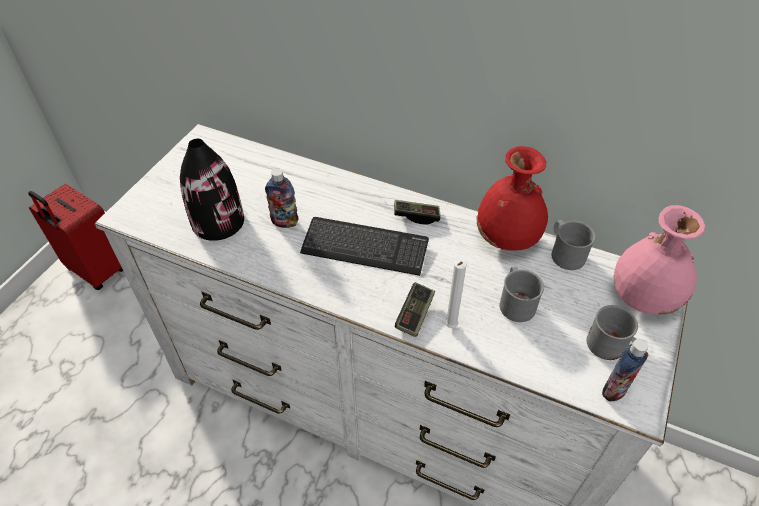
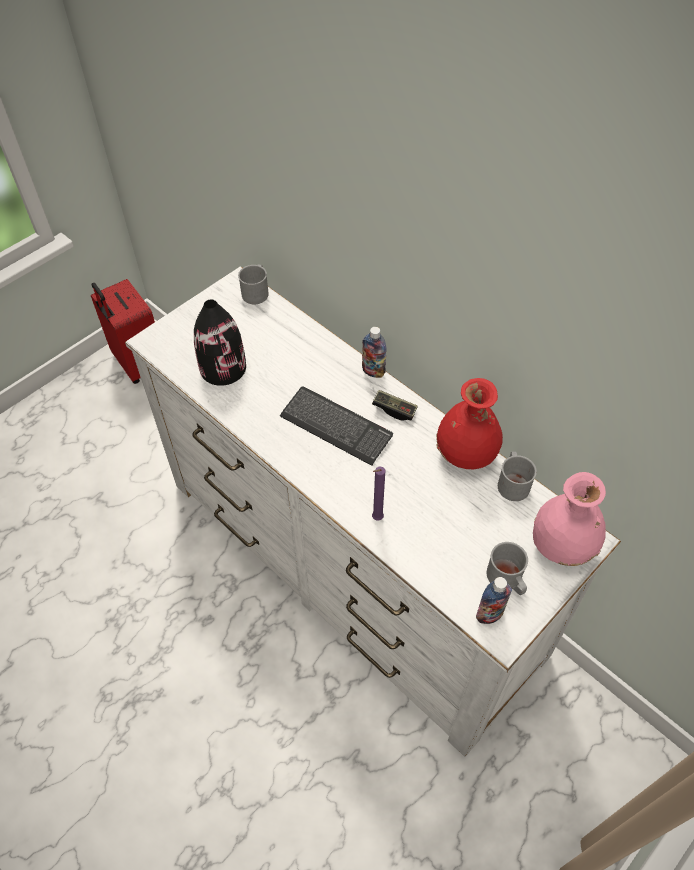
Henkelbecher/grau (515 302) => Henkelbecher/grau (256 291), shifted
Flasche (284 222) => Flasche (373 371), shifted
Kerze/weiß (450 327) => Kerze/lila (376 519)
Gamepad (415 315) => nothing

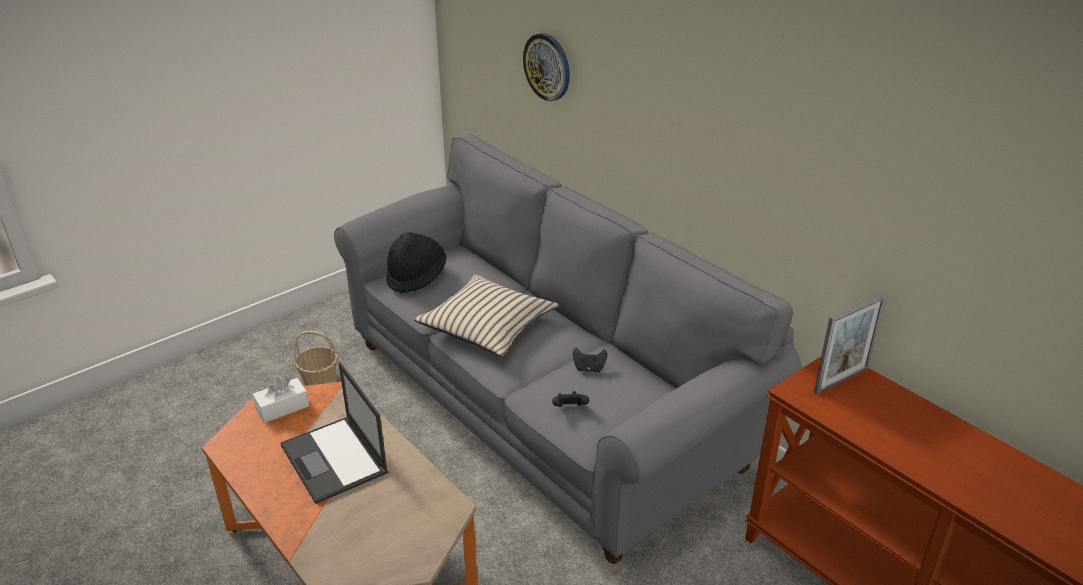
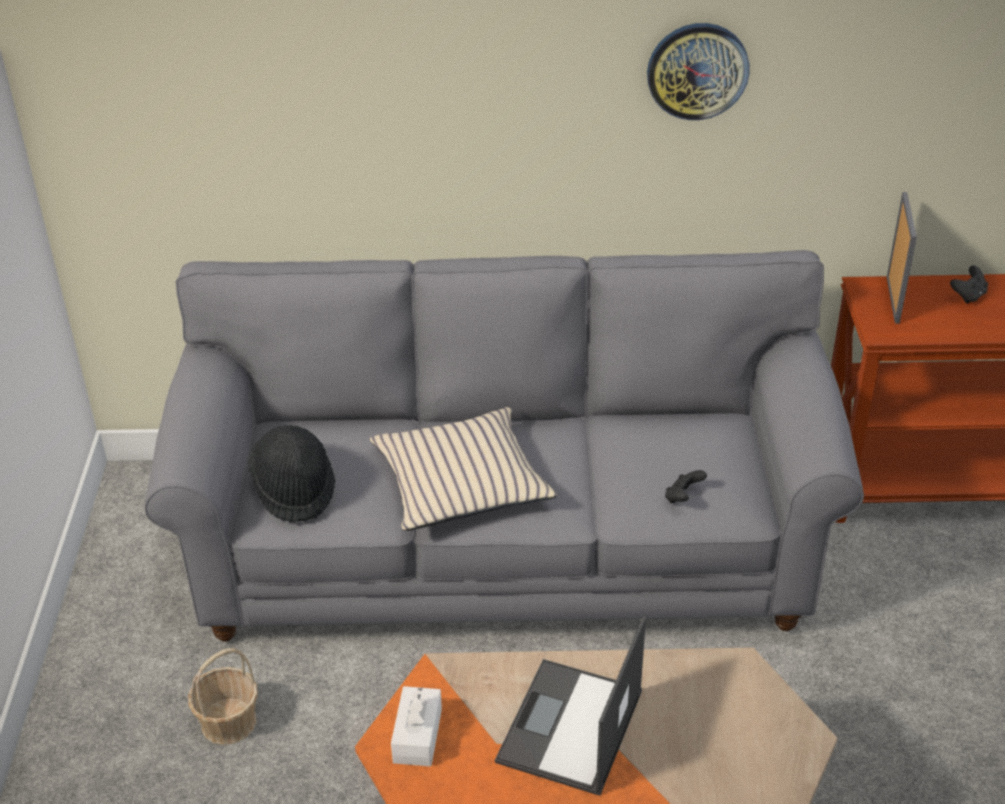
Laptop (335 460) => Laptop (570 728), 105 degrees clockwise
Wanduhr (547 67) => Wanduhr (697 70), shifted
Gamepad/schwarz (589 368) => Gamepad/schwarz (968 296), shifted

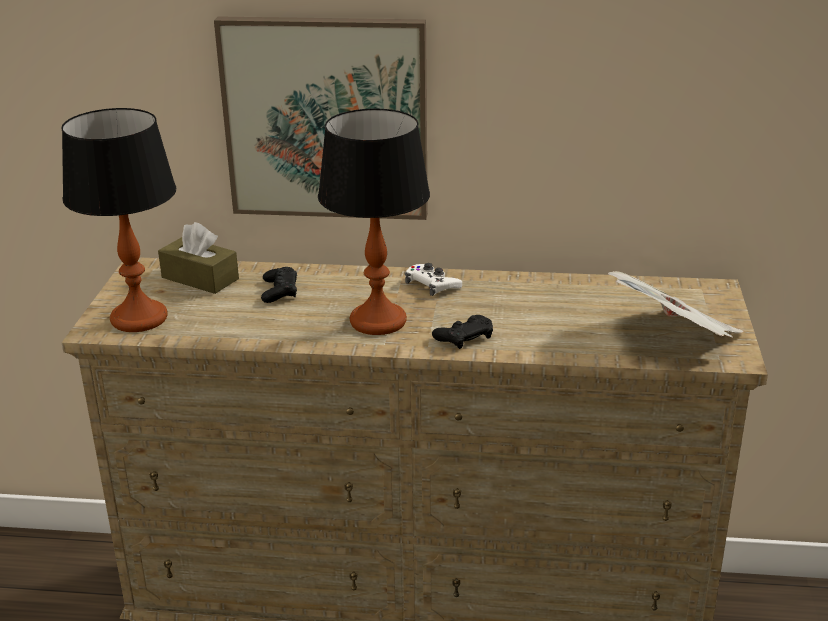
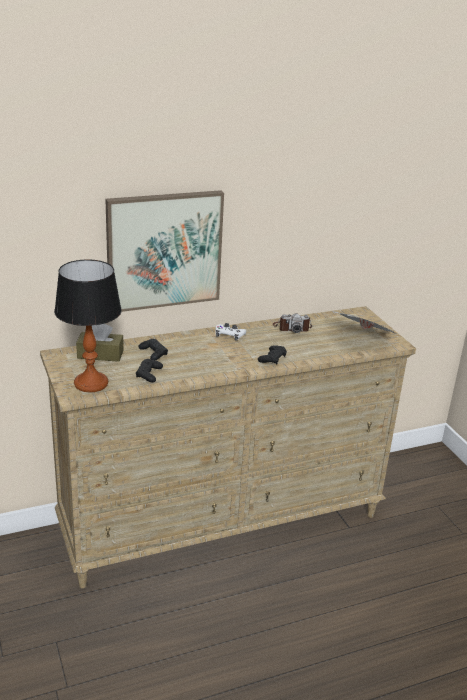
nothing => Gamepad/schwarz (149 374)
nothing => Kamera (292 328)
Tischlampe (378 321) => nothing

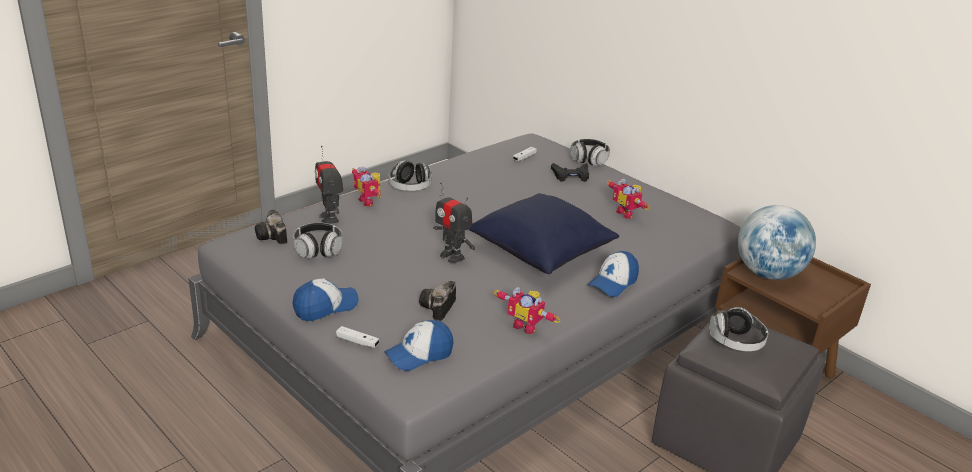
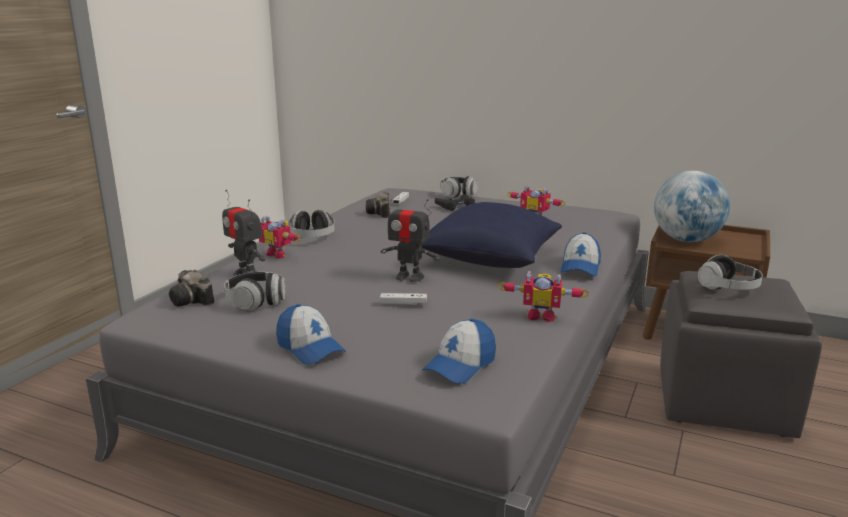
Kappe (325 307) => Kappe (310 348), 105 degrees clockwise
Kamera (438 309) => Kamera (380 213), shifted
Gamepad/weiß (357 342) => Gamepad/weiß (403 304), shifted

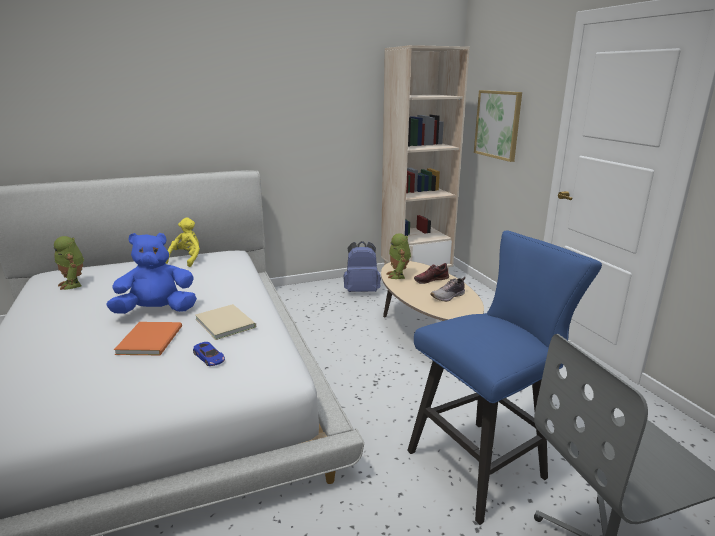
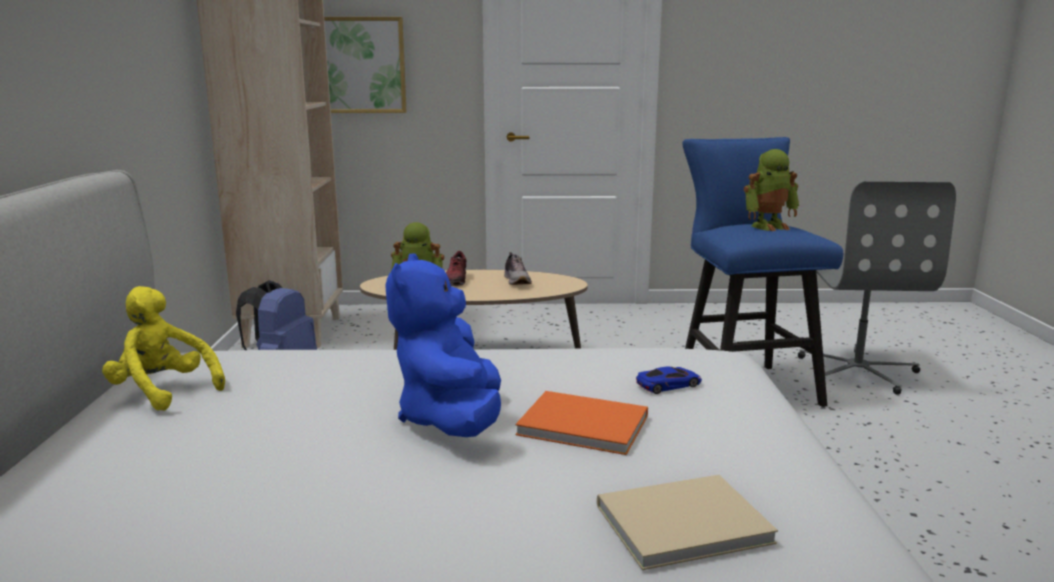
Buch/beige (226 322) => Buch/beige (676 522), shifted
Spielzeugroboter (74 284) => Spielzeugroboter (768 226), shifted

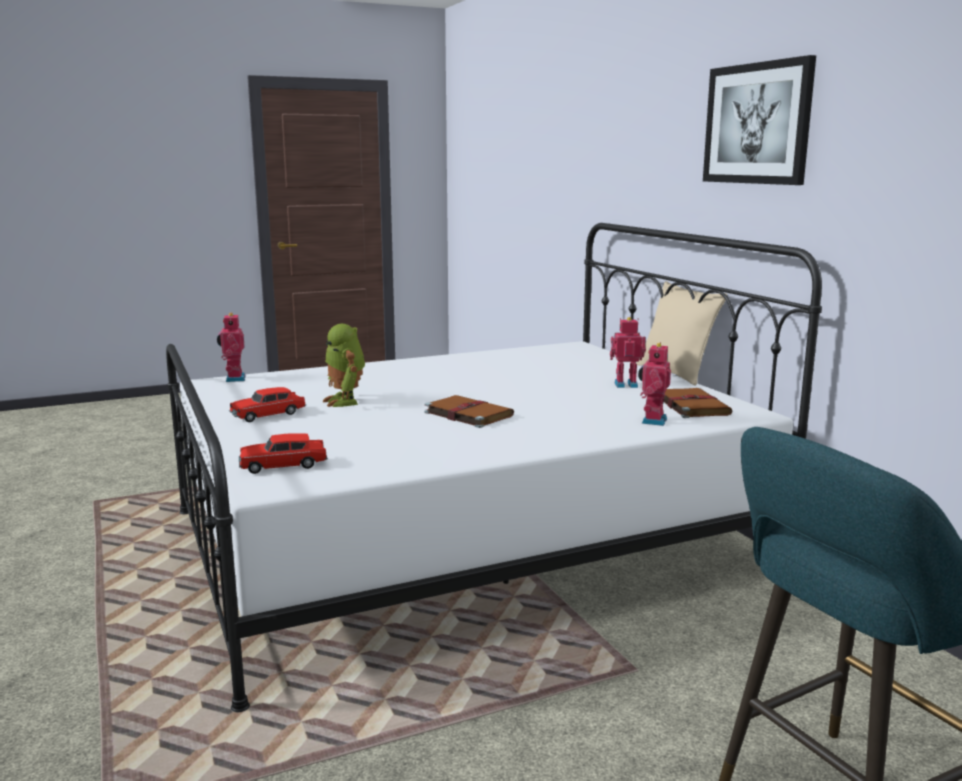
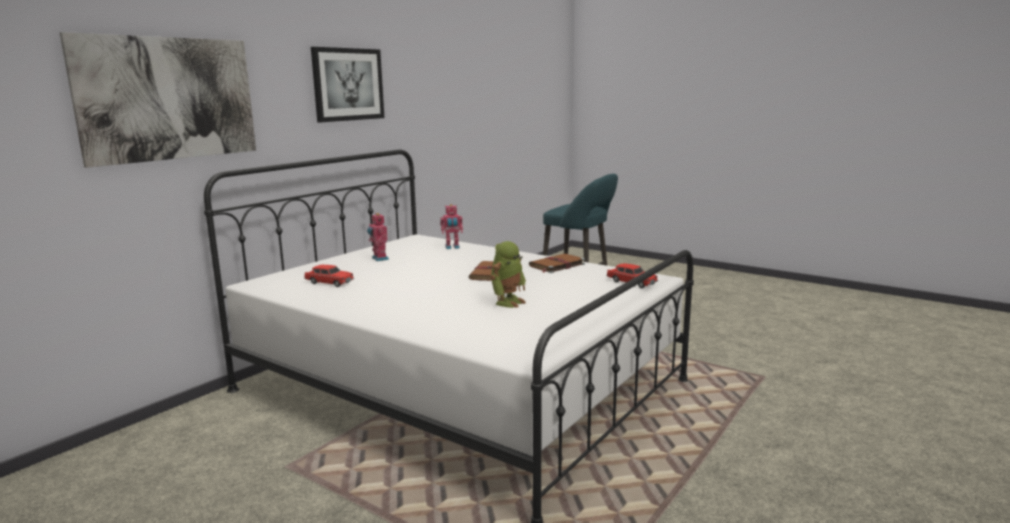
nothing => Bild (169 99)
Spielzeugauto/rot (268 415) => Spielzeugauto/rot (329 283), shifted
Buch/braun (691 405) => Buch/braun (556 265), shifted
Spielzeugroboter (233 379) => nothing
Kissen/beige (675 373) => nothing

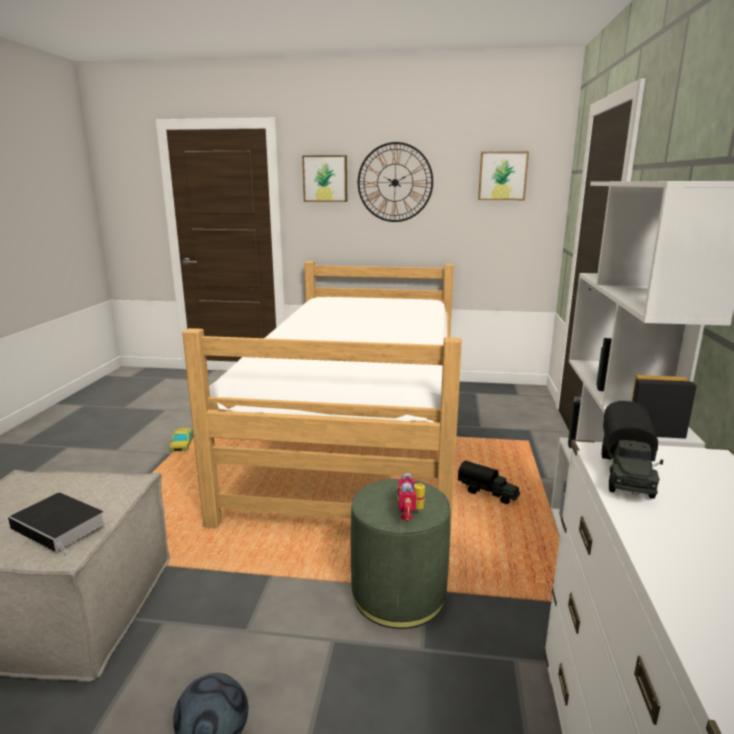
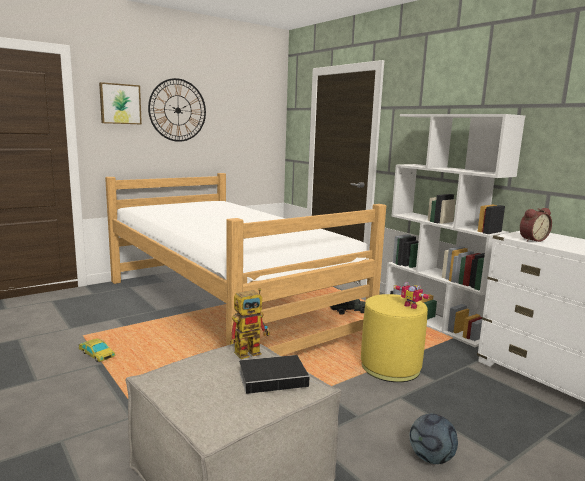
nothing => Spielzeugroboter (251 351)
Polsterhocker/grün (398 594) => Polsterhocker/gelb (390 367)
Spielzeuglaster (626 473) => Wecker (531 239)
Bild (502 176) => nothing

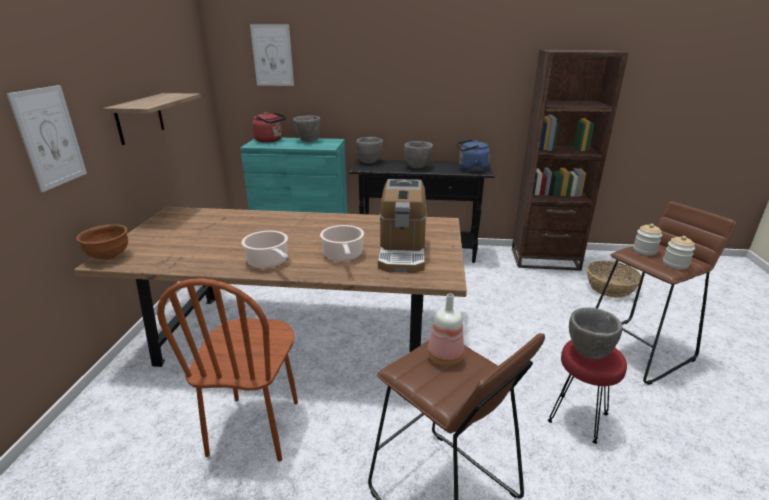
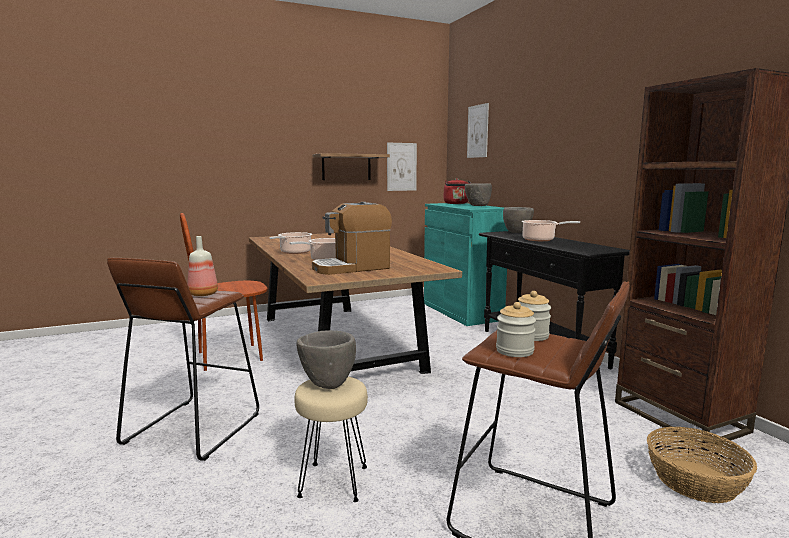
Hocker/rot (578 418) => Hocker/beige (333 482)
Bild (50 137) => Bild (401 167), shifted
Schüssel/grau (417 167) => Kochtopf (540 240)
Schüssel/braun (108 257) => nothing
Wasserkessel/blau (471 169) => nothing

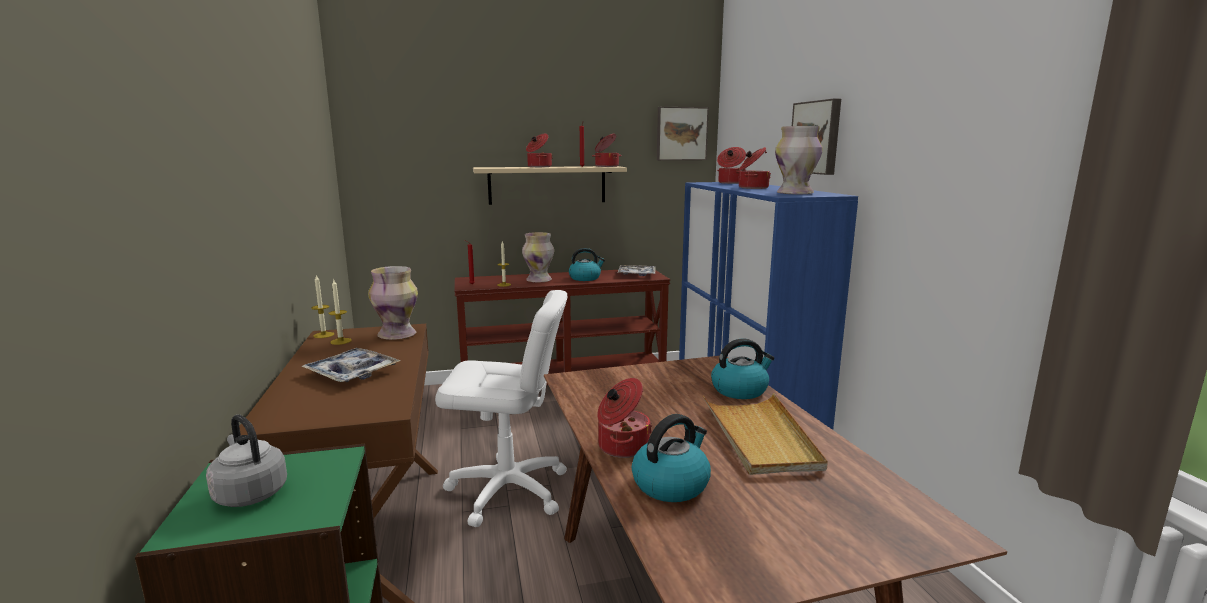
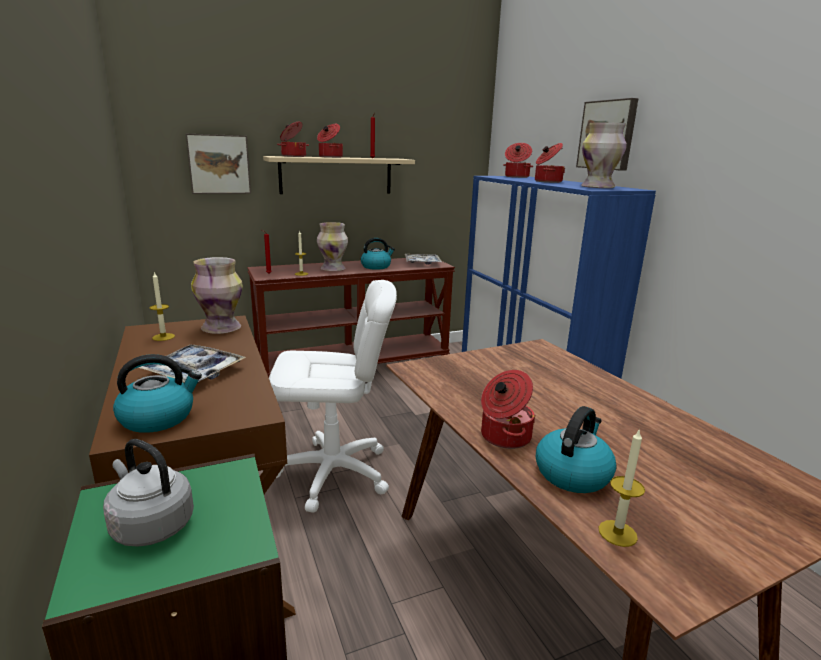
Wasserkessel (740 390) => Wasserkessel (158 417), shifted
Bild (681 134) => Bild (219 164), shifted
Kochtopf (606 166) => Kochtopf (293 156), shifted
Kerze (323 335) => Kerze (617 533), shifted
Tablett/beige (760 437) => nothing

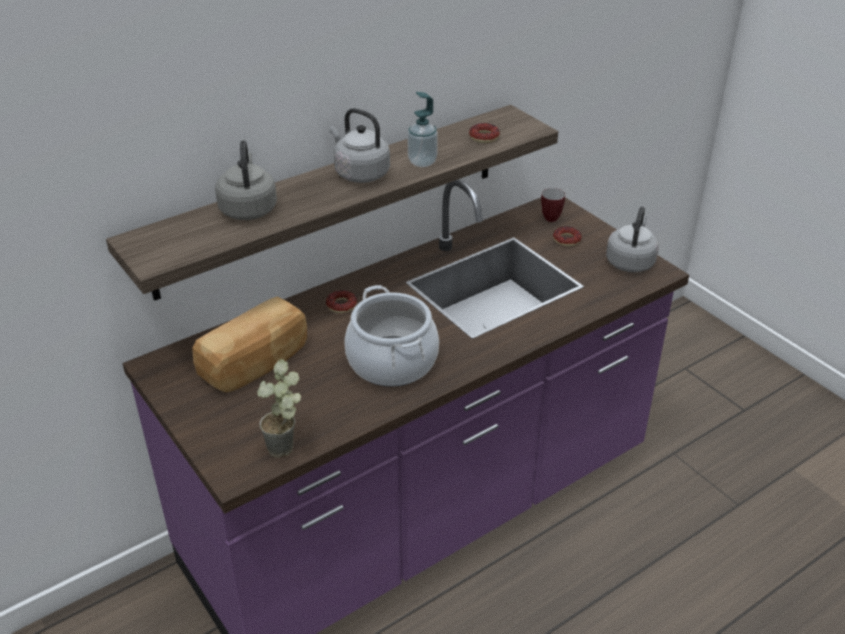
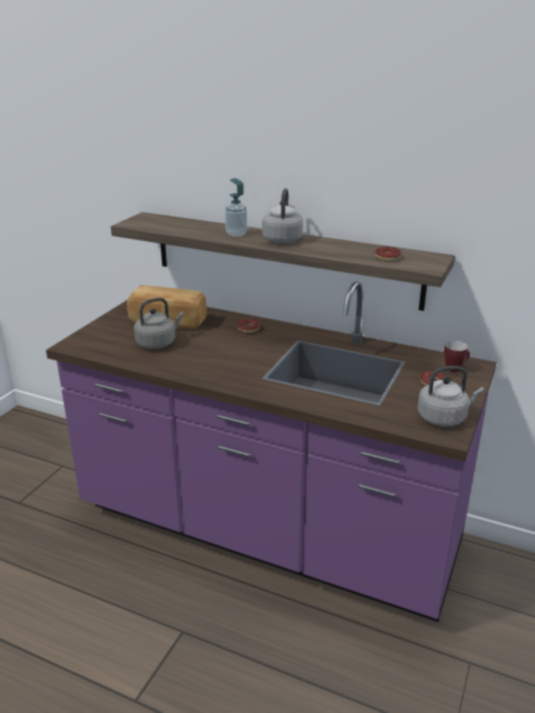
Wasserkessel/grau (248 208) => Wasserkessel/grau (158 343), shifted
Seifenspender (422 162) => Seifenspender (236 234), shifted
Topfpflanze (288 451) => nothing
Kochtopf (392 362) => nothing

